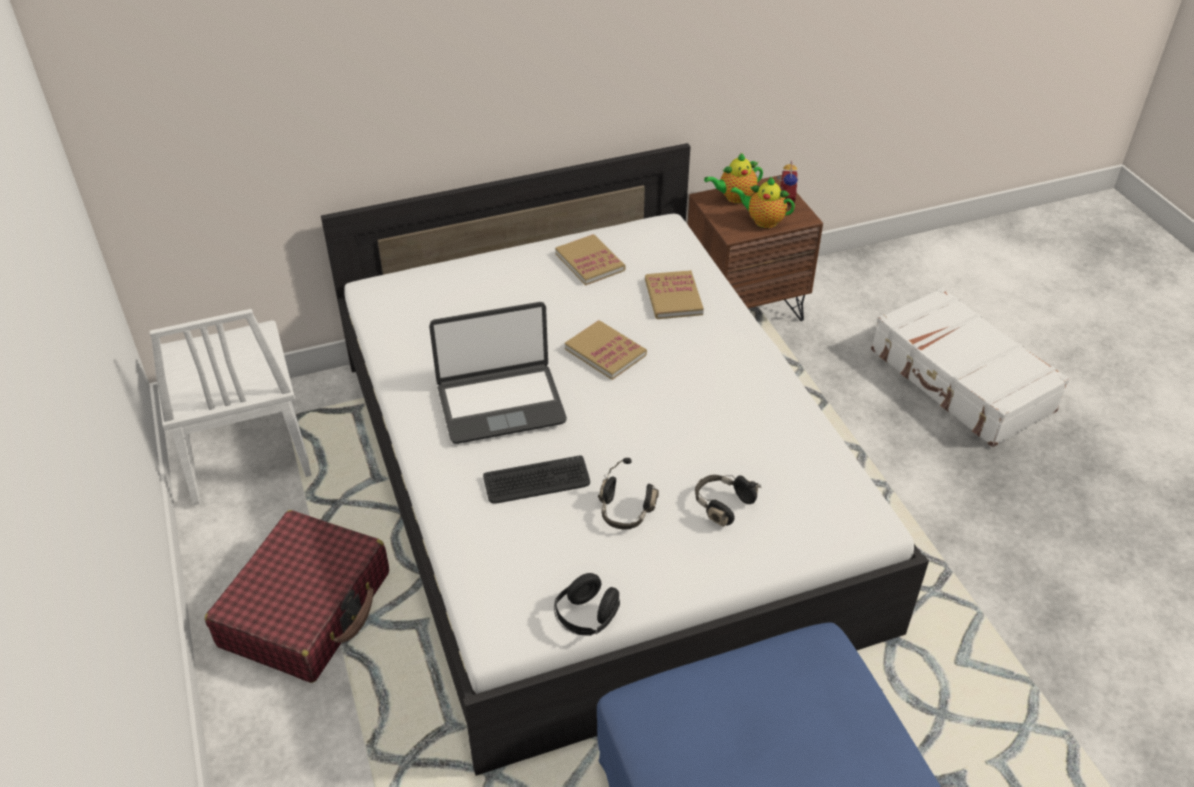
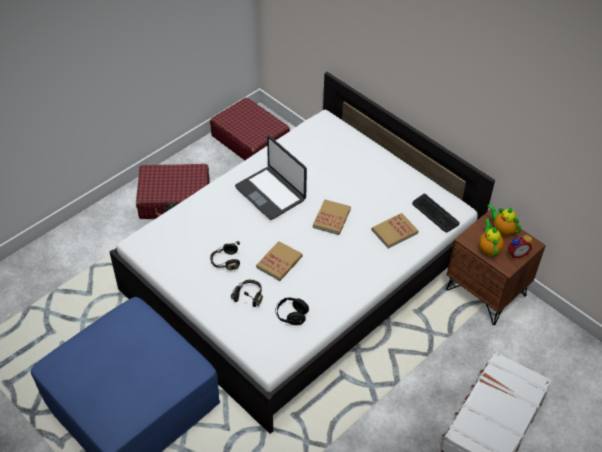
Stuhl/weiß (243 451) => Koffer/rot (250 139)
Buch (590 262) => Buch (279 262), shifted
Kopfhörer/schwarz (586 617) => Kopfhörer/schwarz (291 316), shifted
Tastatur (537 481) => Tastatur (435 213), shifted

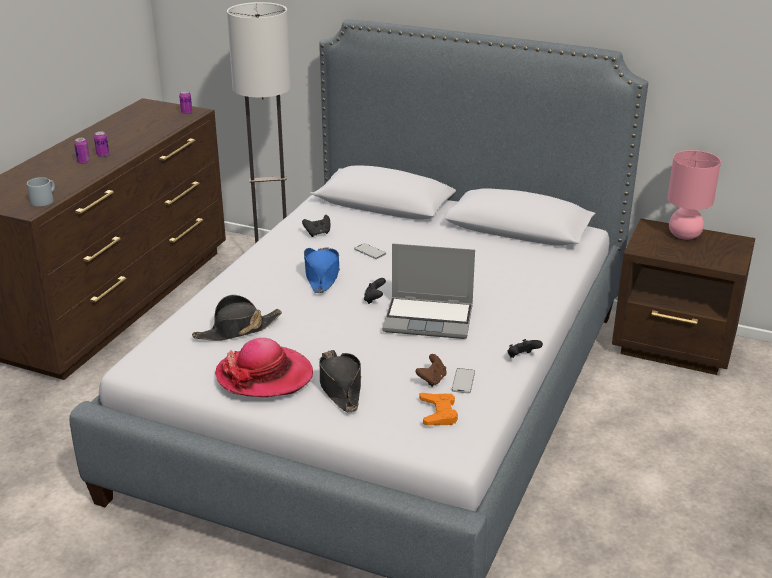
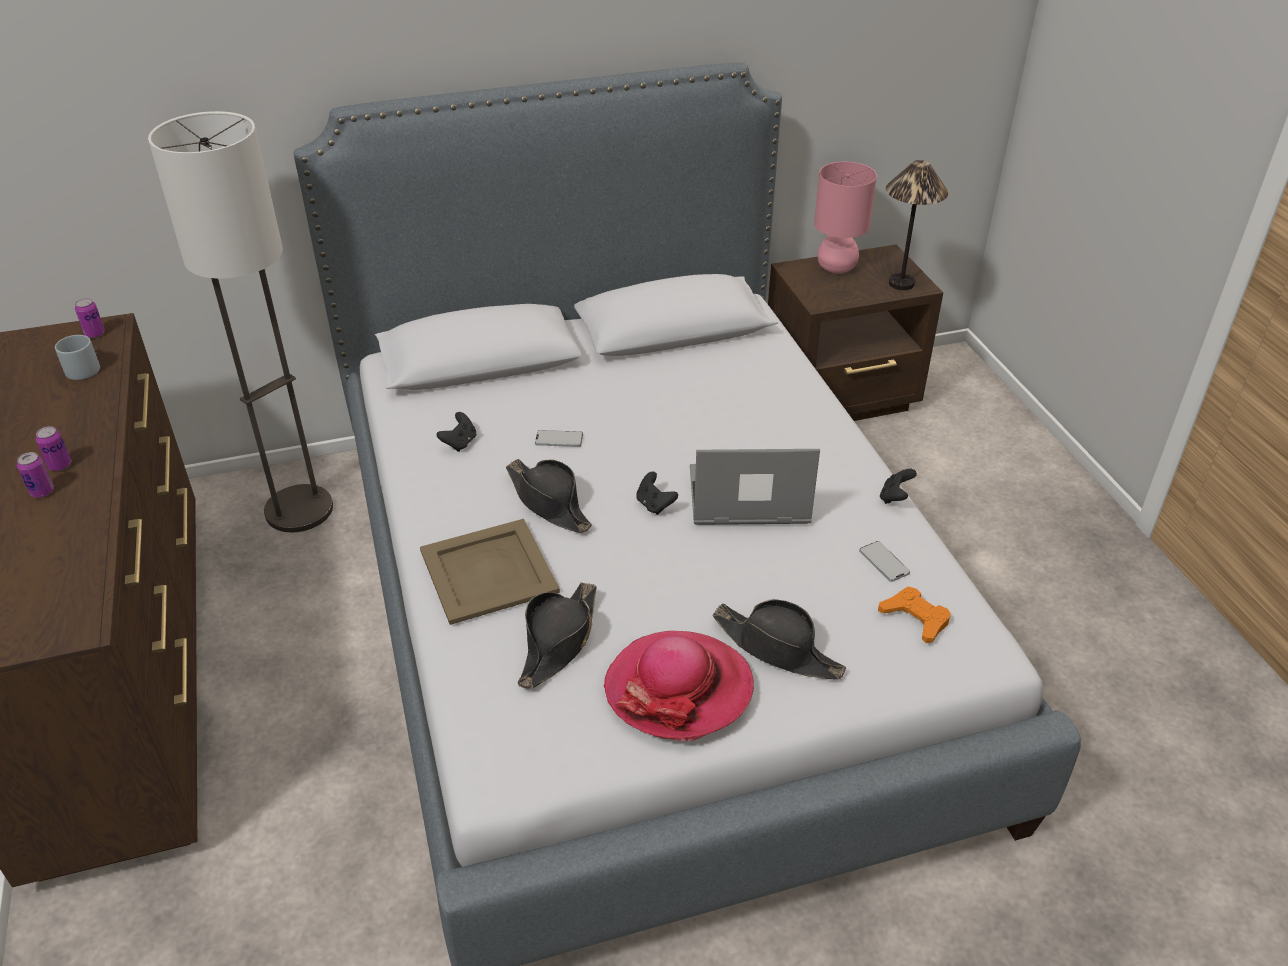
Henkelbecher/grau (44 200) => Henkelbecher/grau (82 367), shifted
nothing => Tablett/beige (490 571)
Hut/blau (322 275) => Hut/schwarz (549 503)
Laptop (429 319) => Laptop (747 499), 150 degrees counterclockwise
nothing => Tischlampe (902 284)
Gamepad/braun (432 380) => nothing

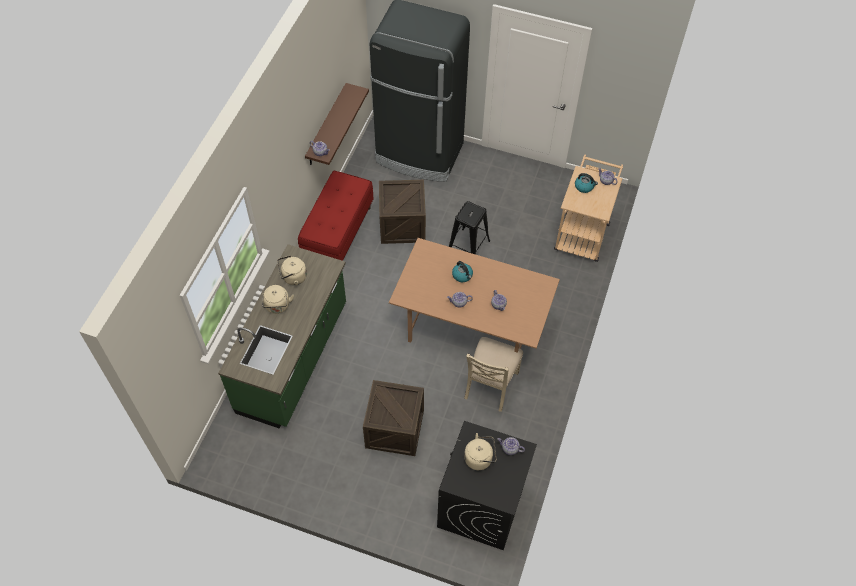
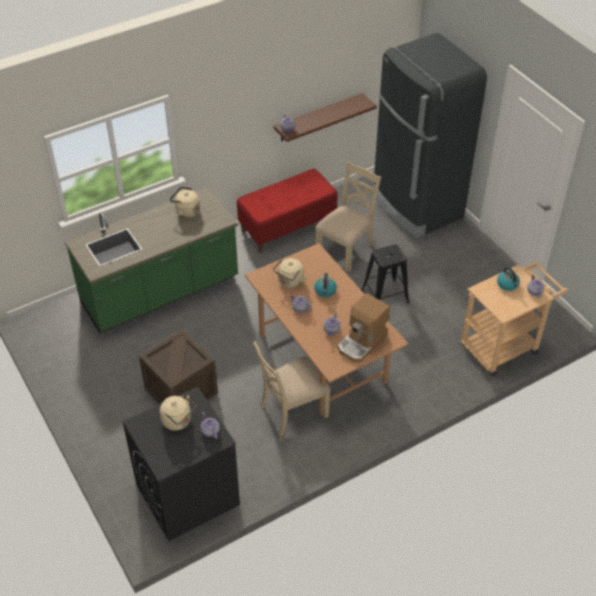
Wasserkessel/beige (277 306) => Wasserkessel/beige (290 282), shifted
Kiste (402 225) => Stuhl/beige (346 249)
nothing => Kaffeemaschine (362 342)

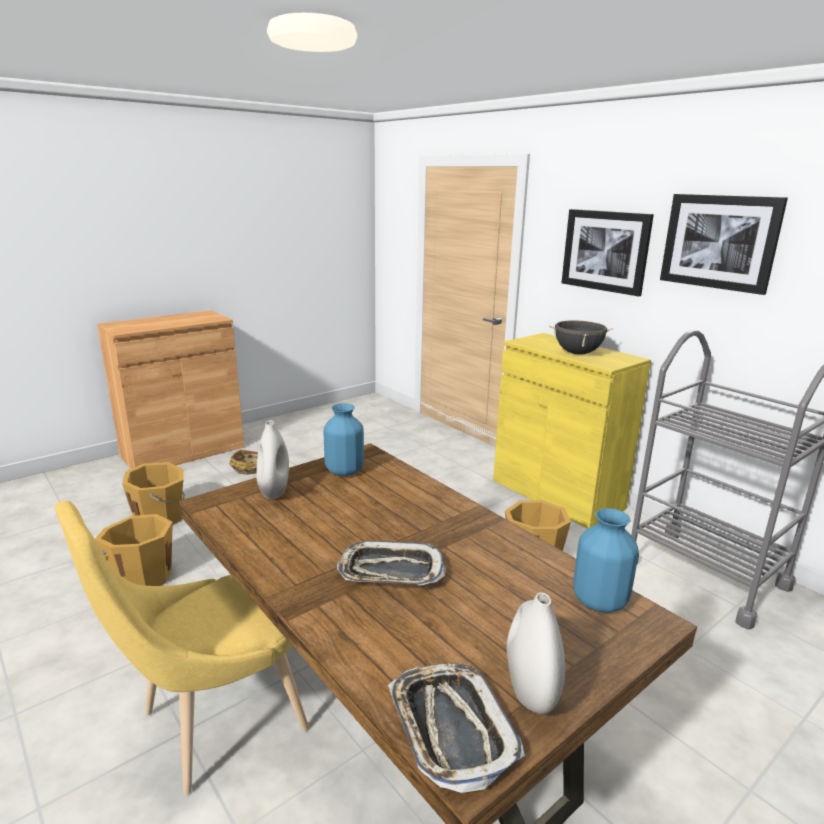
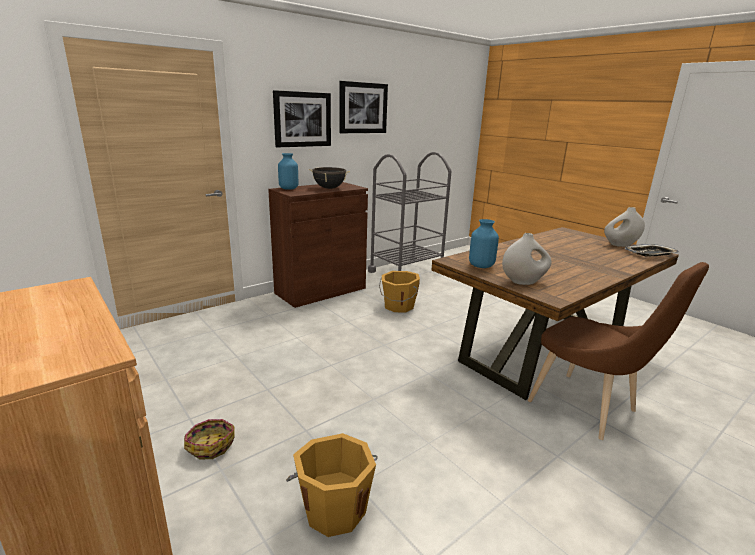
Schrank/gelb (557 494) => Schrank/braun (320 290)
Vase/blau (600 601) => Vase/blau (289 188), shifted
Stuhl/gelb (213 725) => Stuhl/braun (589 409)
Eimer/orange (142 577) => nothing
Tablett (390 571) => nothing

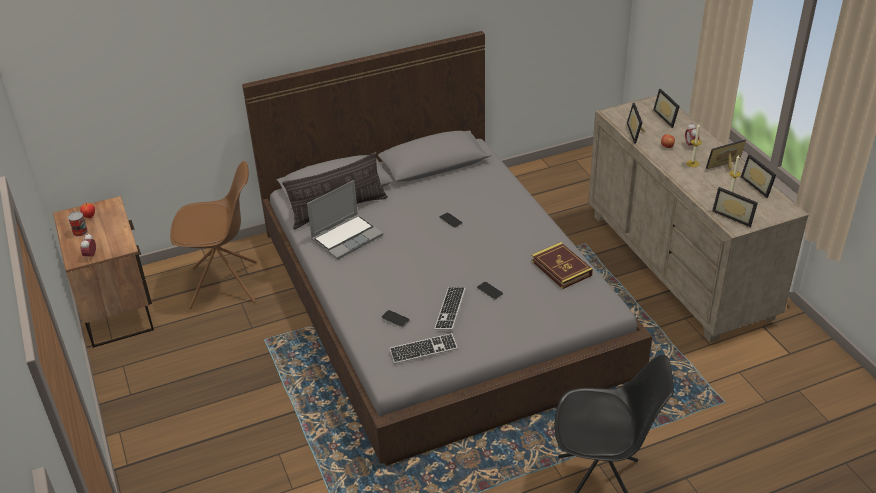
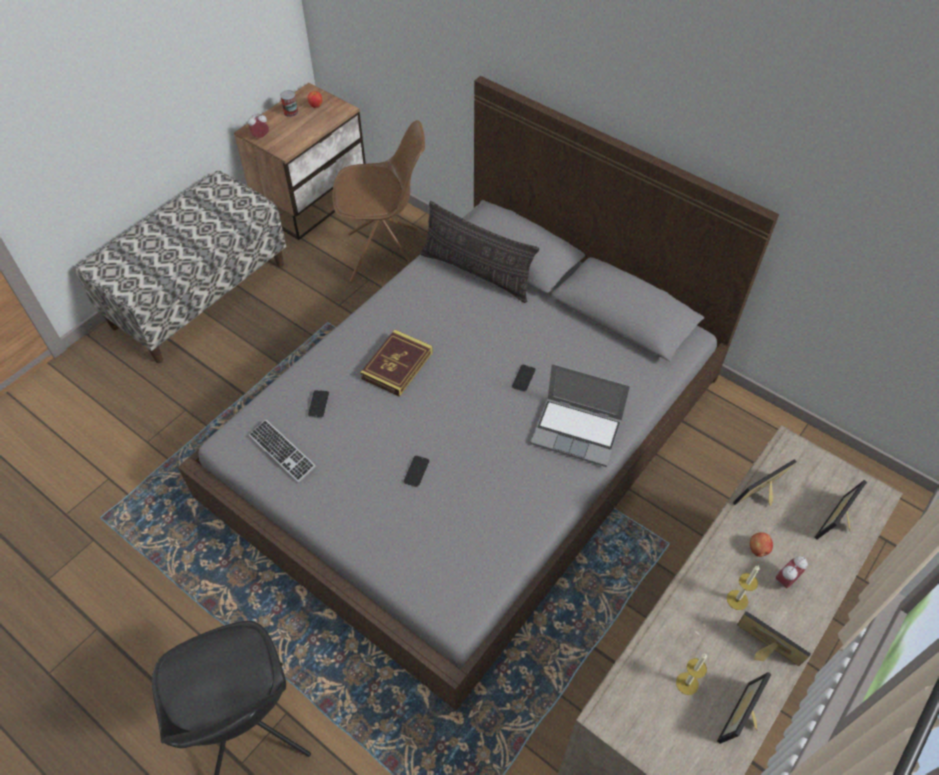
nothing => Bank (199 294)
Stuhl/braun (225 285) => Stuhl/braun (386 255), 60 degrees counterclockwise
Buch (561 268) => Buch (397 365), shifted
Laptop (347 237) => Laptop (577 432), shifted
Tastatur (450 309) => nothing
Bilderrahmen (734 215) => nothing

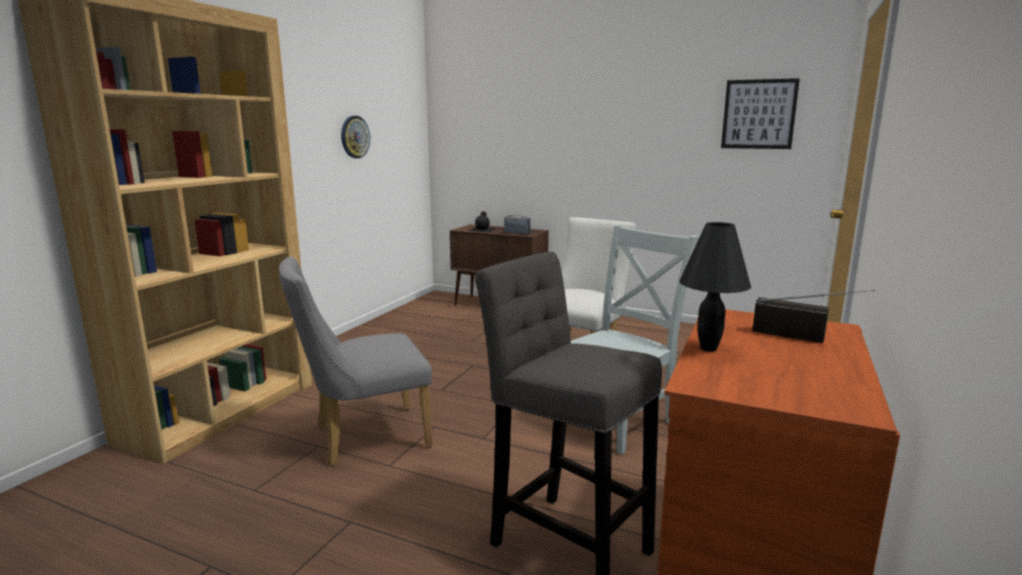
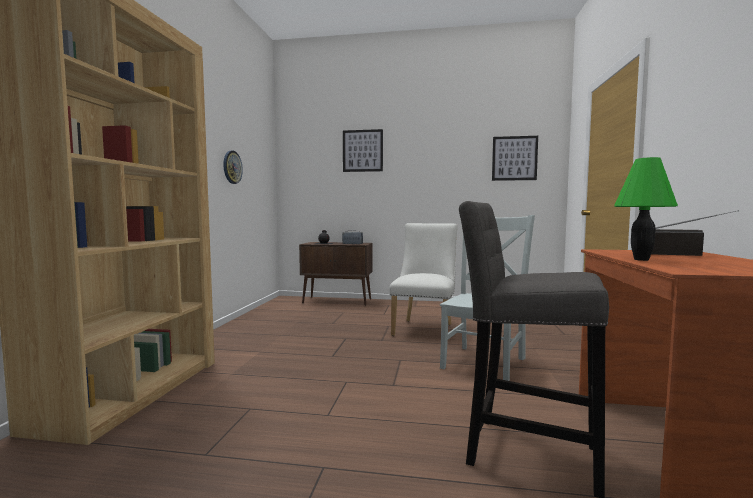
nothing => Bild (362 150)
Tischlampe/schwarz (707 349) => Tischlampe/grün (641 260)
Stuhl/grau (363 438) => nothing

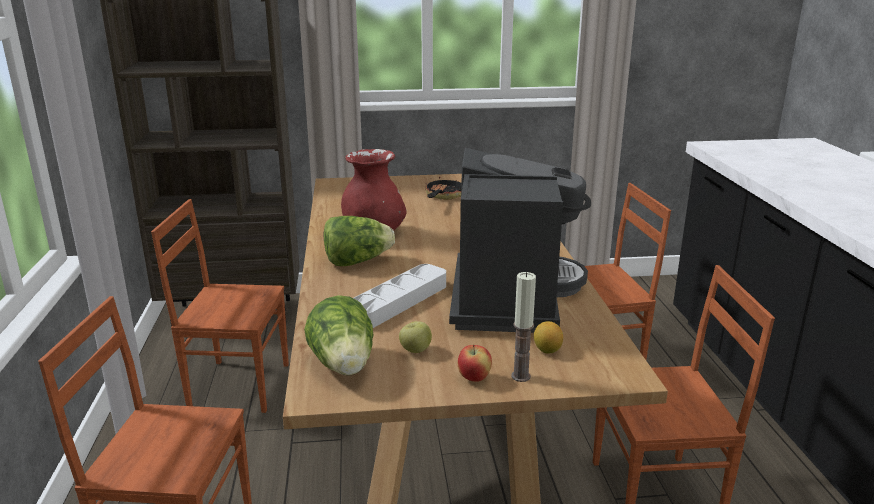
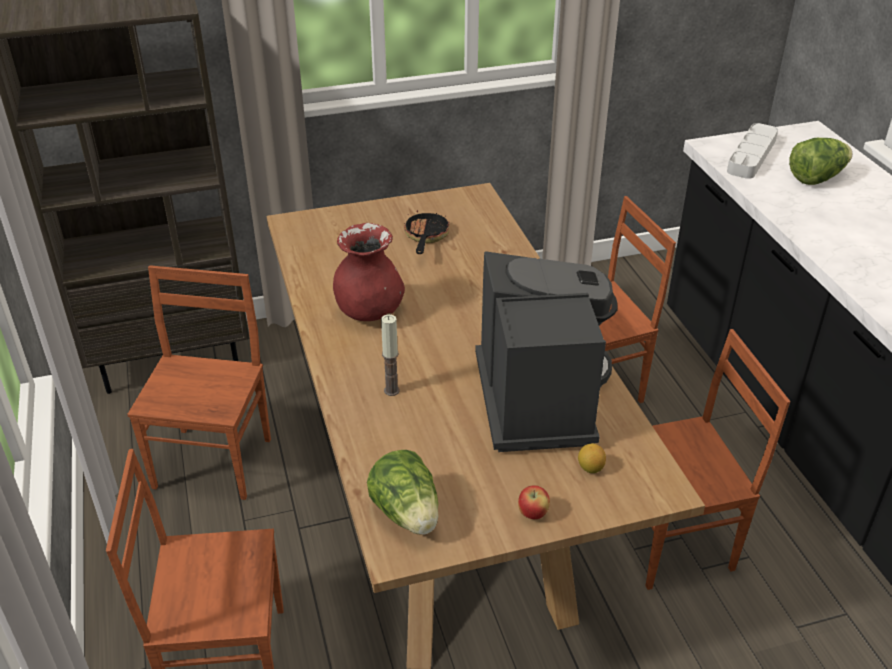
Stuhl/braun (238 385) => Stuhl/braun (215 462), 105 degrees clockwise
Kerze (520 376) => Kerze (391 390), shifted
Tablett/grau (397 302) => Tablett/grau (751 155), shifted
Salatkopf (357 261) => Salatkopf (816 178), shifted
Apfel (415 350) => nothing

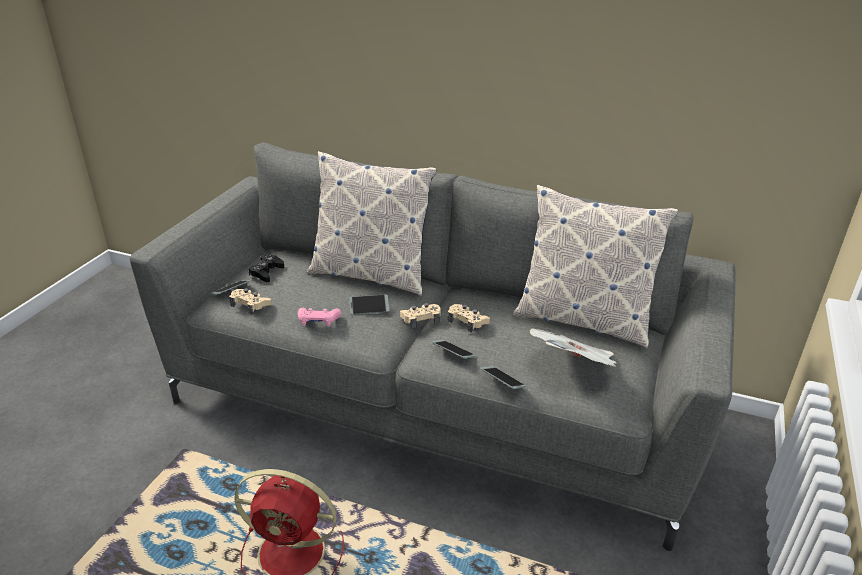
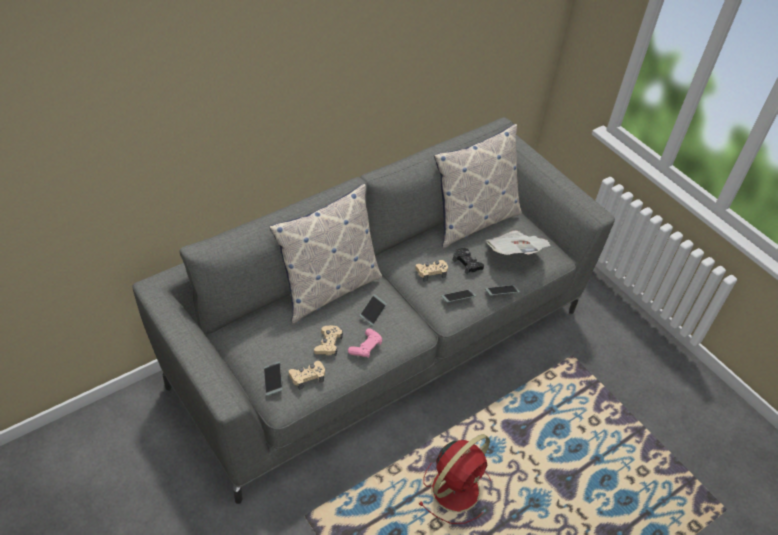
Gamepad/beige (421 319) => Gamepad/beige (328 344), shifted
Gamepad/schwarz (266 272) => Gamepad/schwarz (467 263), shifted

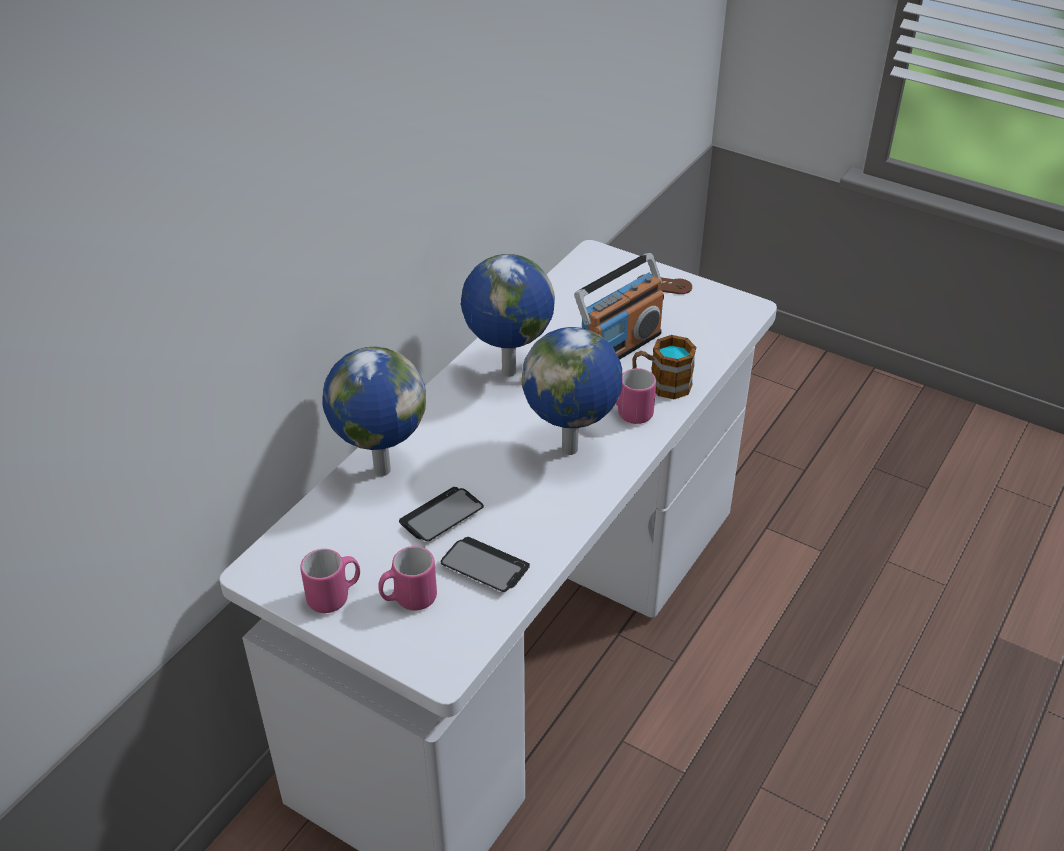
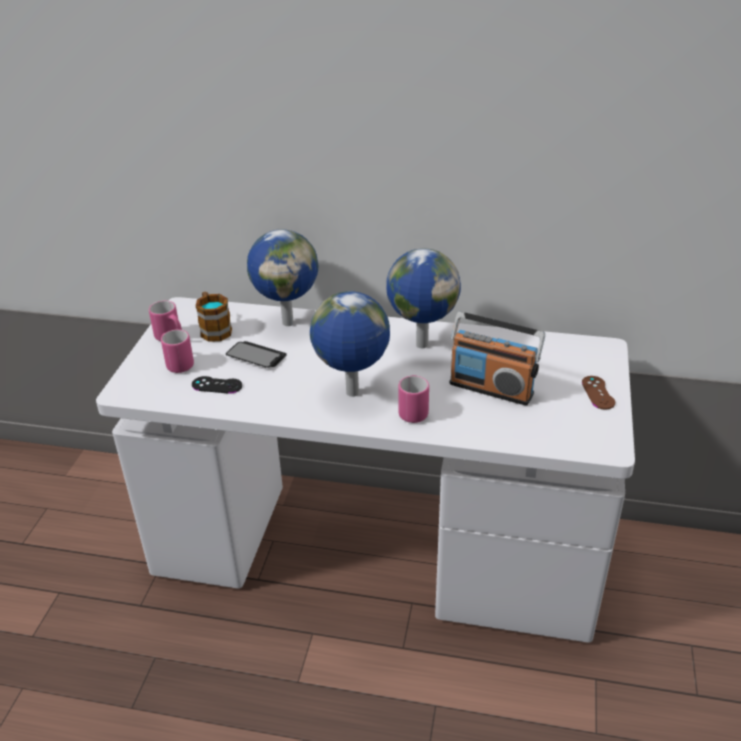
Handy (485 566) => Gamepad/schwarz (217 385)
Henkelbecher (661 386) => Henkelbecher (214 329), shifted

